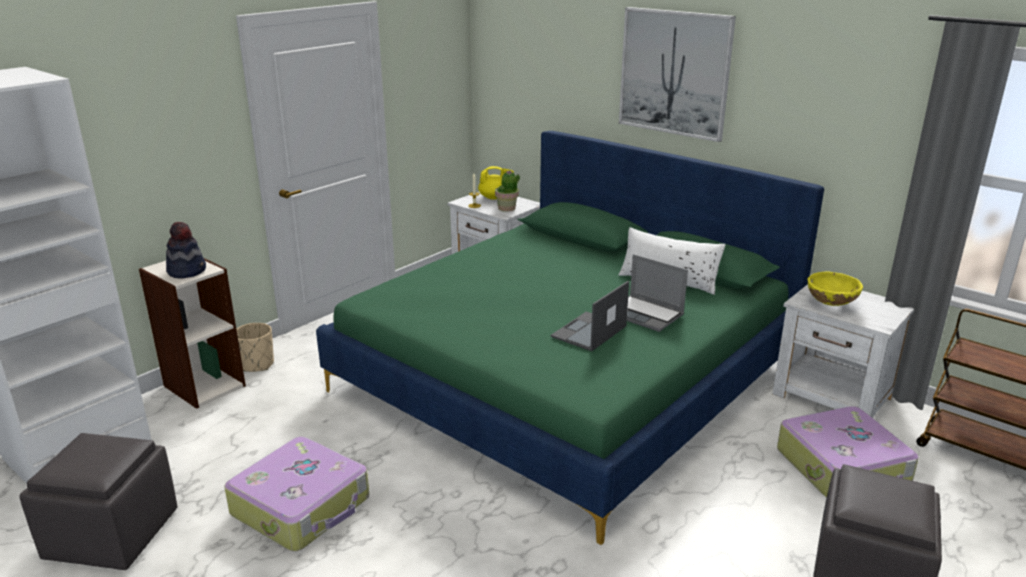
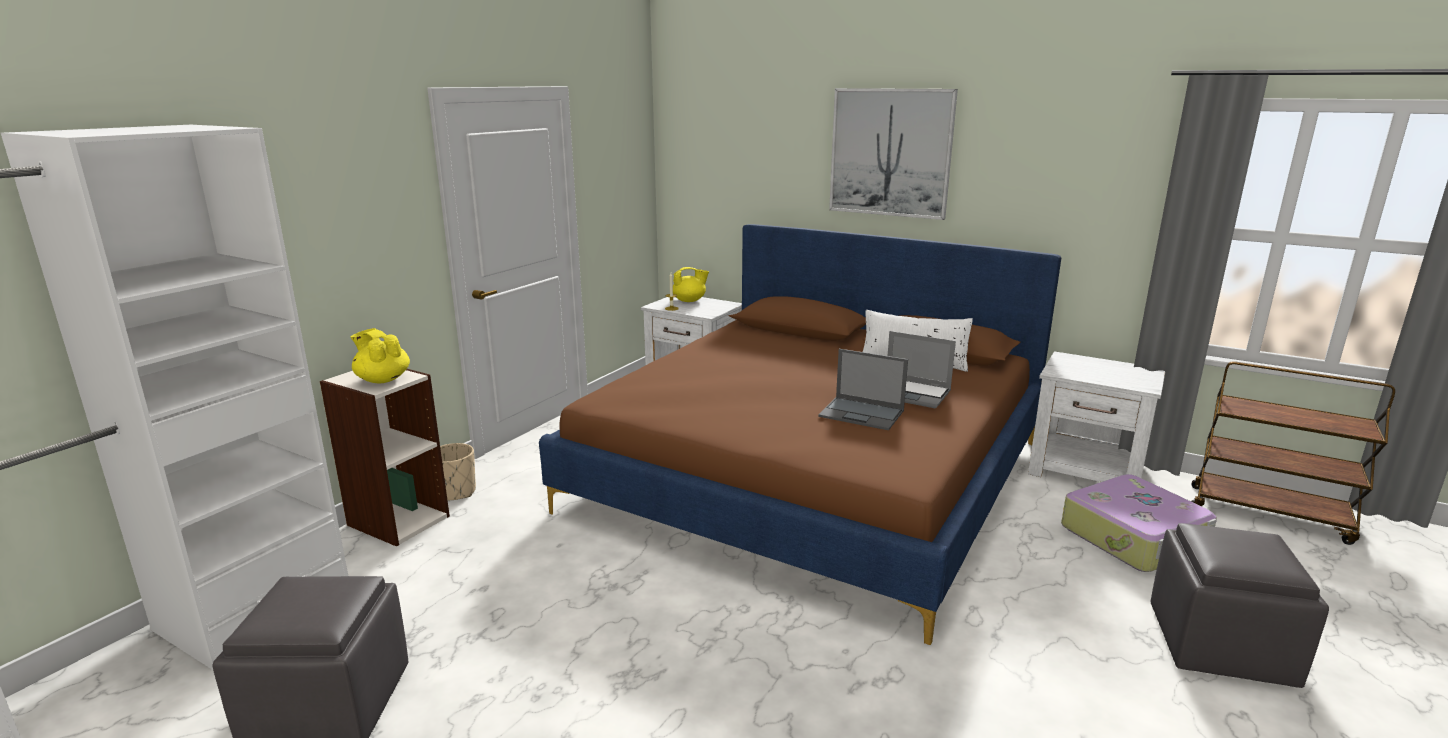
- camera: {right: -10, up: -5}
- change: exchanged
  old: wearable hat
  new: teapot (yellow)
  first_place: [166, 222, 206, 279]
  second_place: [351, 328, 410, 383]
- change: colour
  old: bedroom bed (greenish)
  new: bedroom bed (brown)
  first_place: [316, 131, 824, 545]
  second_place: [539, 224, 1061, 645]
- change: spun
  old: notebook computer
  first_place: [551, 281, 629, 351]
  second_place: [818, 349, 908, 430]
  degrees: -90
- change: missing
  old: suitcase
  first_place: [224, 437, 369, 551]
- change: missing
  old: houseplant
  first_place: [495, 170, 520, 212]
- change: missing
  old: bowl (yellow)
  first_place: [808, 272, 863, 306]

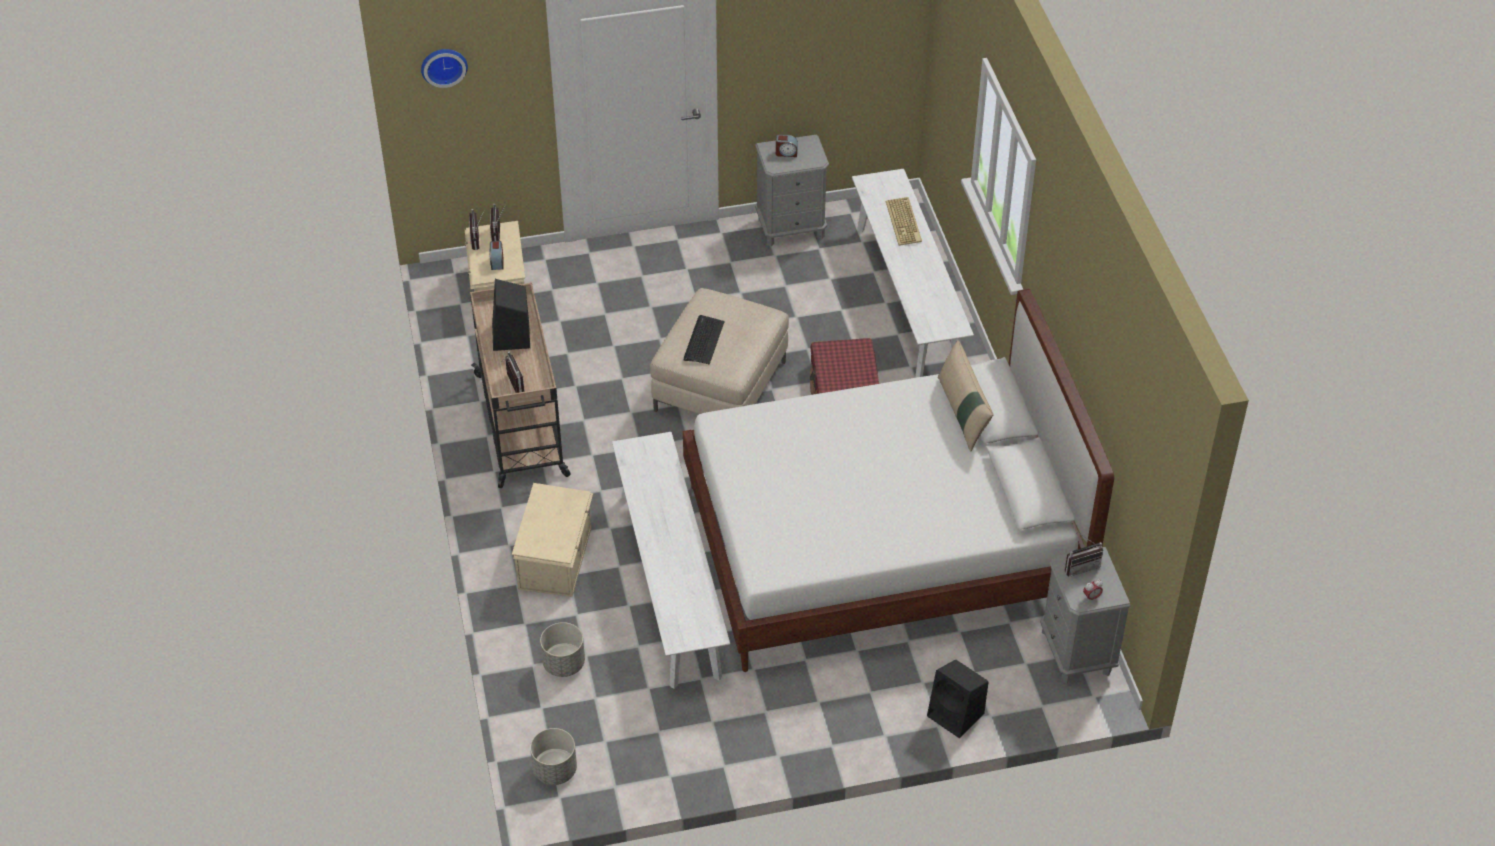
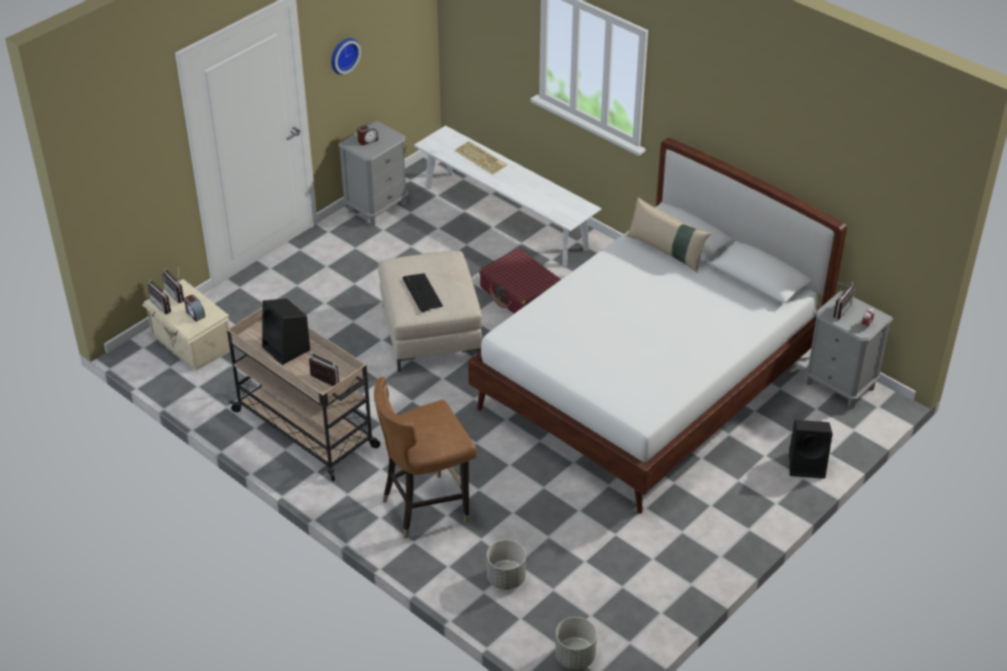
- camera: {right: -35, up: -5}
- change: relocated
  old: clock on the wall
  first_place: [421, 49, 468, 88]
  second_place: [331, 38, 361, 75]
- change: exchanged
  old: storage container (sand-coloured)
  new: plain chair (brown)
  first_place: [512, 483, 593, 597]
  second_place: [374, 377, 477, 539]
- change: missing
  old: bench (white)
  first_place: [612, 432, 730, 689]

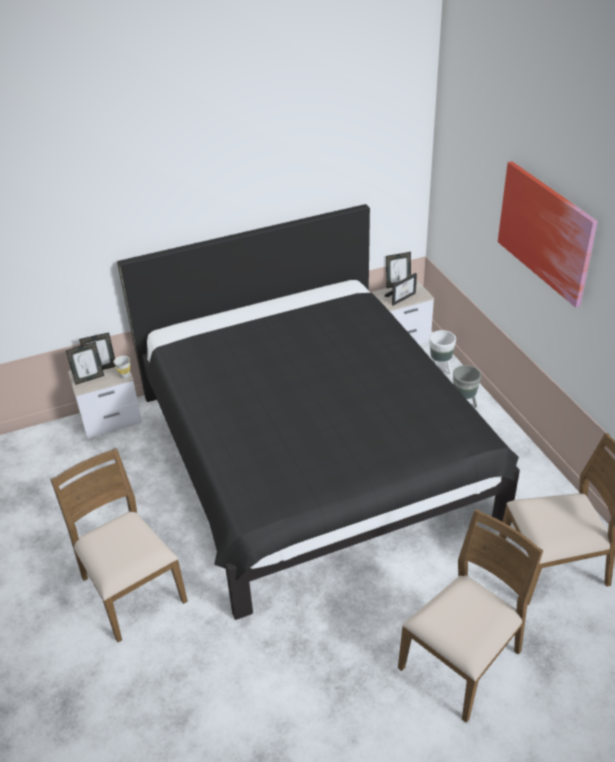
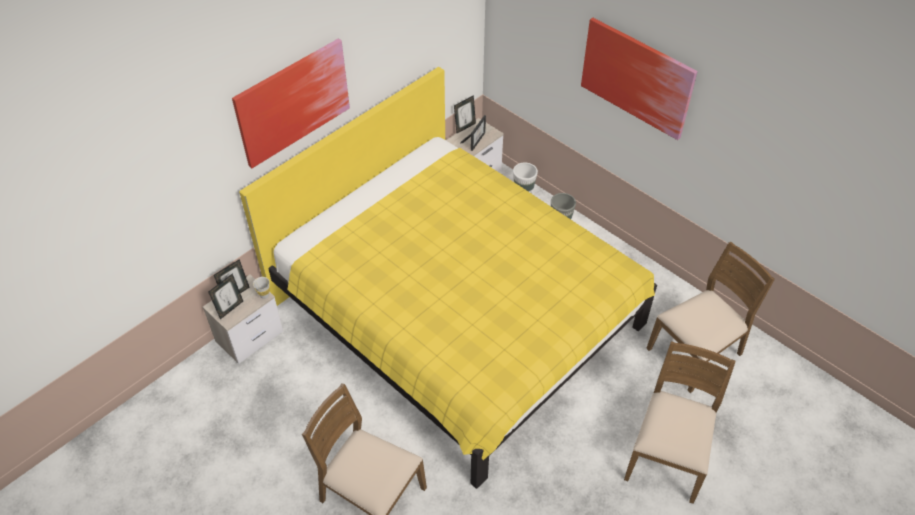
- camera: {right: -25, up: 10}
- change: appeared
  new: wall art
  second_place: [232, 39, 350, 168]
- change: colour
  old: bedroom bed (blackish)
  new: bedroom bed (yellow)
  first_place: [117, 204, 520, 620]
  second_place: [239, 67, 657, 489]

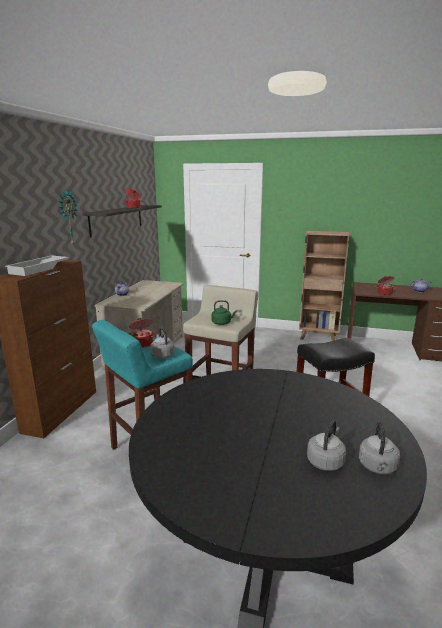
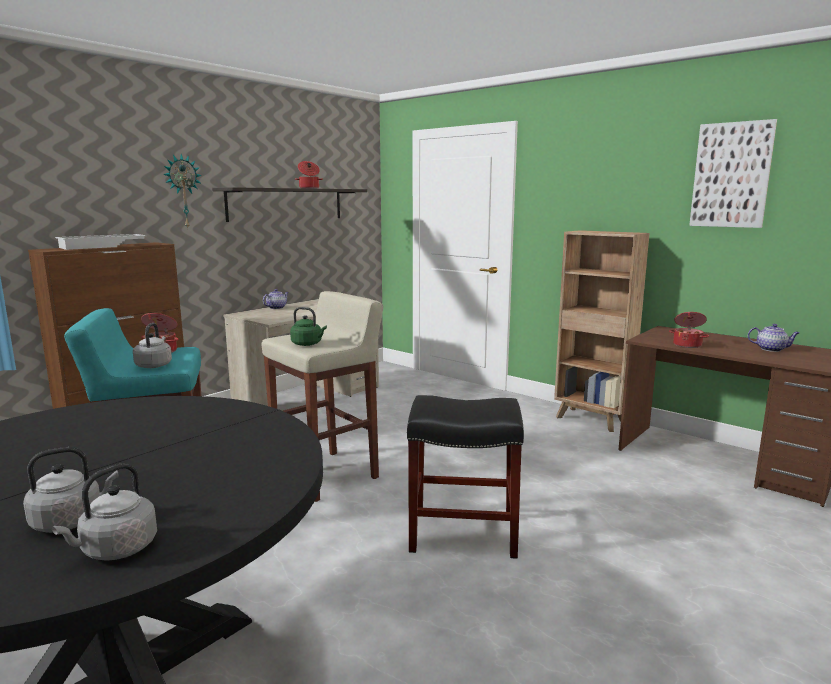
- camera: {right: 25, up: -5}
- change: appeared
  new: wall art
  second_place: [689, 119, 777, 228]

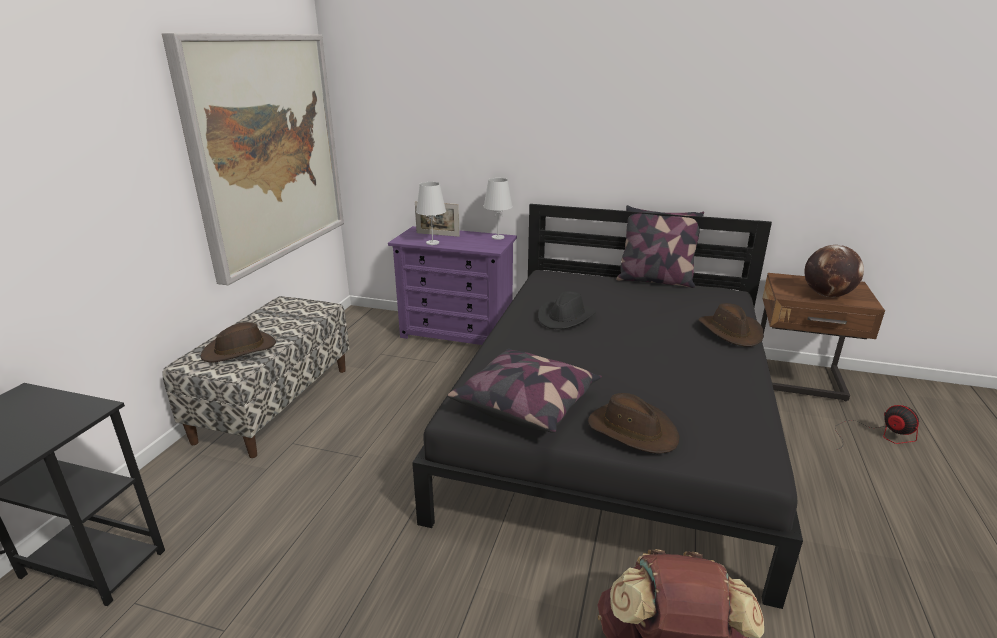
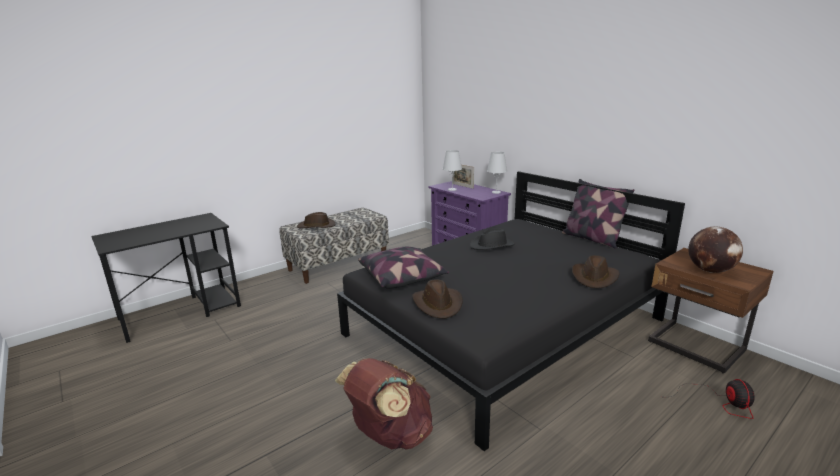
- camera: {right: 35, up: -5}
- change: missing
  old: wall art
  first_place: [162, 33, 344, 285]

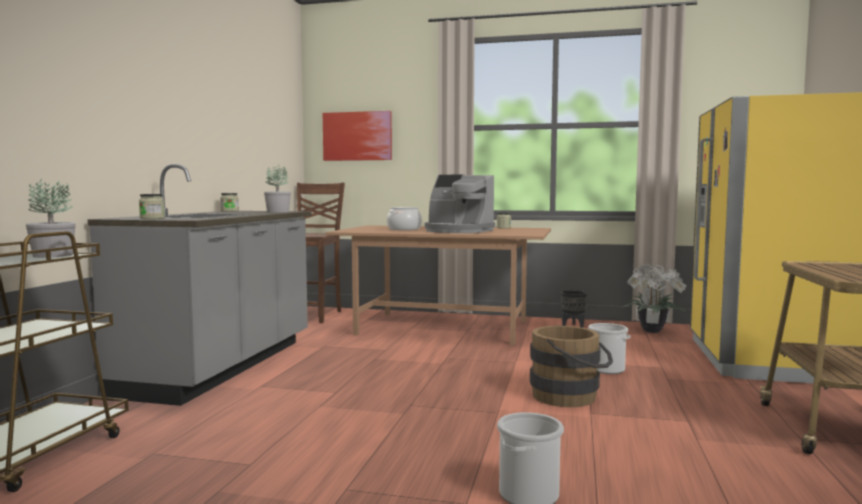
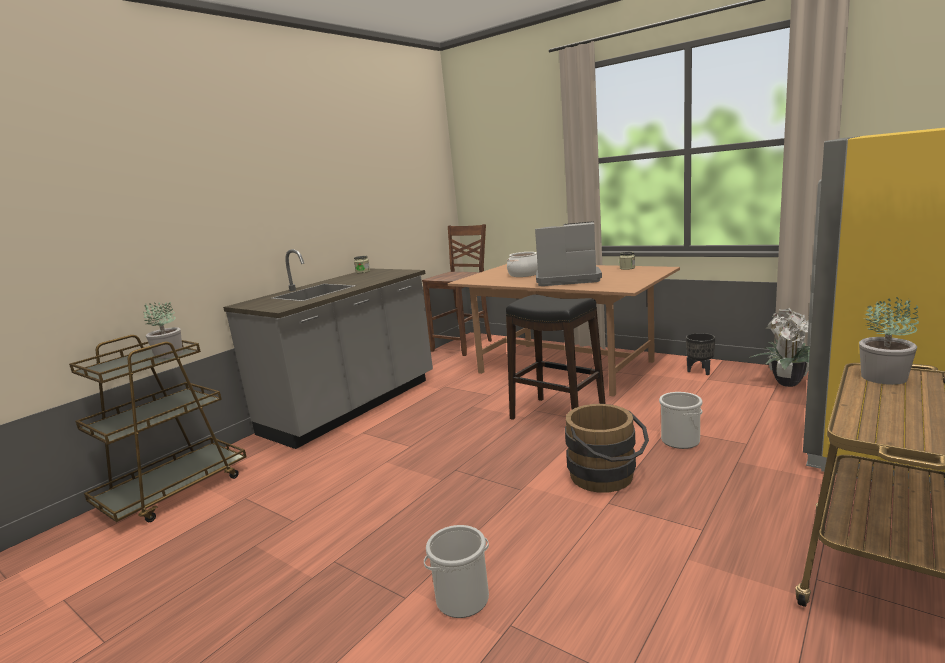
- camera: {right: 25, up: 10}
- change: appeared
  new: stool (blackish)
  second_place: [506, 294, 606, 420]
- change: spun
  old: coffee machine
  first_place: [425, 174, 495, 233]
  second_place: [535, 221, 602, 286]
  degrees: 135
- change: relocated
  old: houseplant
  first_place: [264, 164, 291, 212]
  second_place: [859, 297, 919, 385]
- change: missing
  old: storage jar
  first_place: [139, 194, 165, 219]
- change: missing
  old: wall art
  first_place: [323, 111, 392, 161]

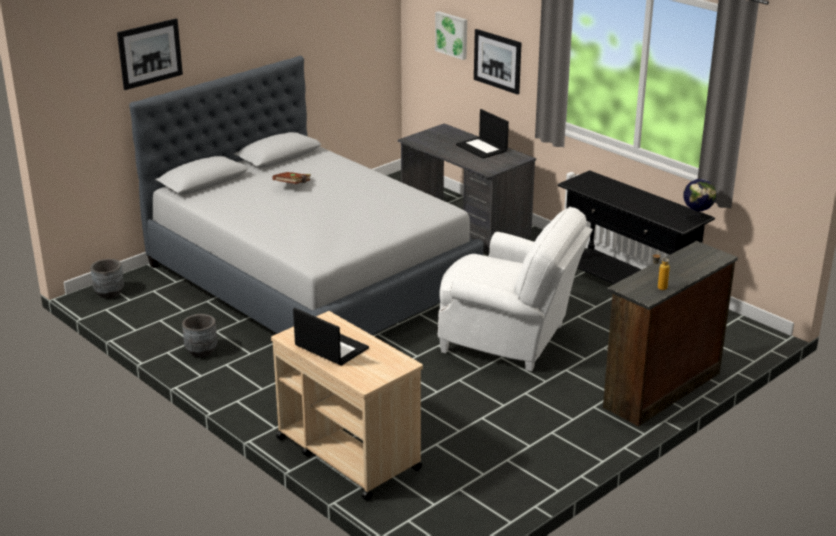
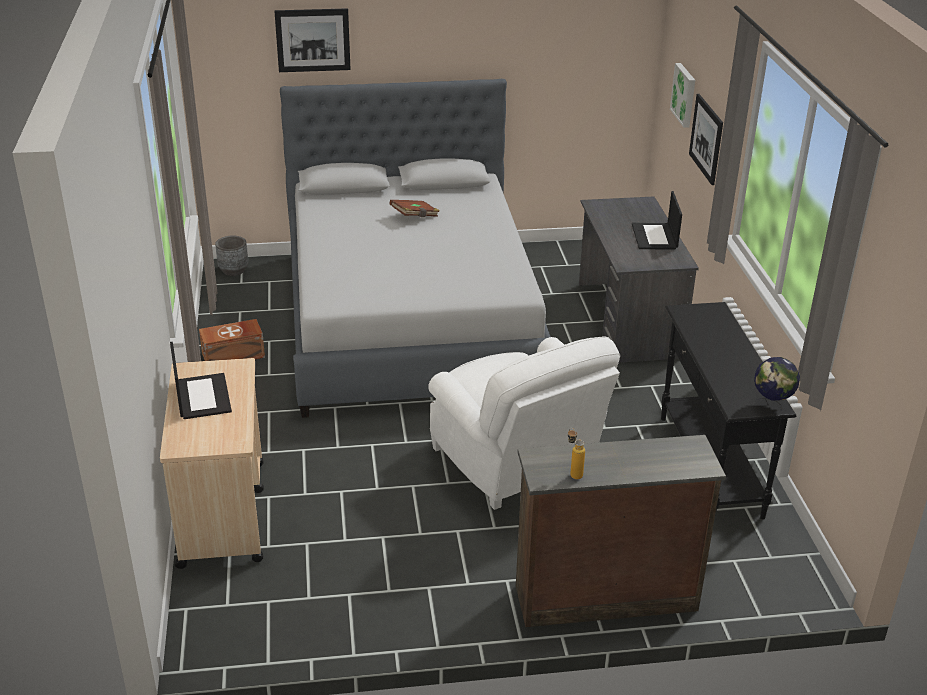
- camera: {right: 35, up: 5}
- change: exchanged
  old: plant pot (grey)
  new: storage container (brown)
  first_place: [182, 314, 217, 357]
  second_place: [199, 319, 265, 361]

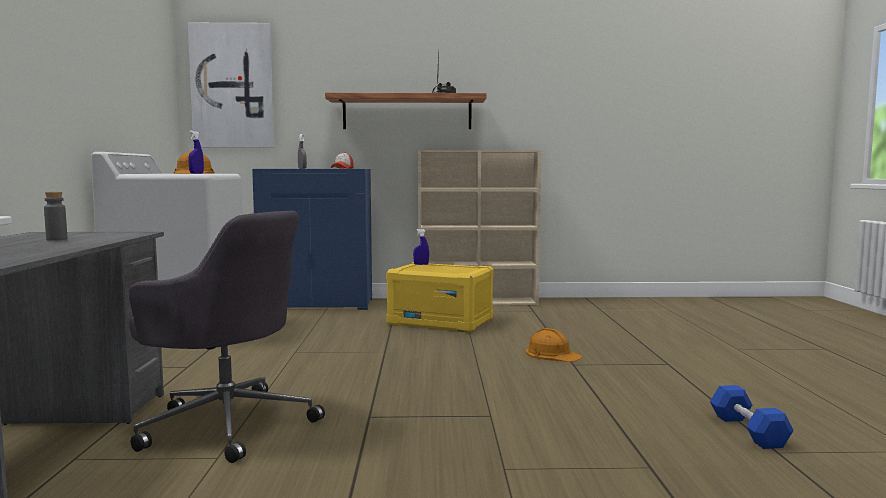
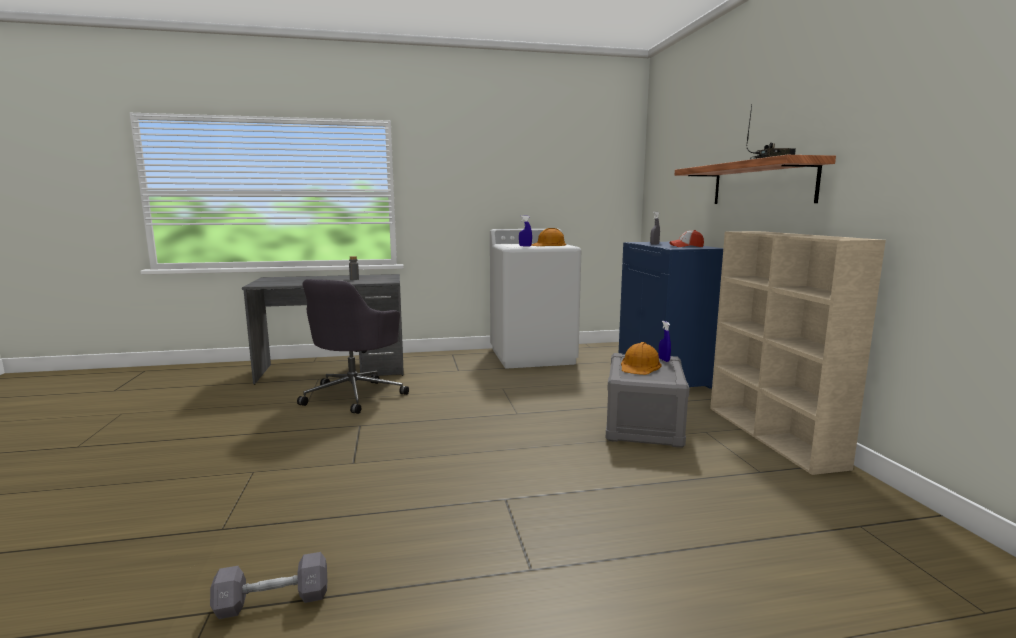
- camera: {right: 80, up: 5}
- change: colour
  old: hand weight (blue)
  new: hand weight (grey)
  first_place: [710, 385, 794, 449]
  second_place: [210, 552, 327, 619]
- change: colour
  old: storage container (yellow)
  new: storage container (grey)
  first_place: [386, 262, 494, 333]
  second_place: [606, 353, 690, 448]
- change: relocated
  old: work helmet (orange)
  first_place: [526, 328, 583, 362]
  second_place: [621, 342, 662, 375]
- change: missing
  old: wall art
  first_place: [188, 23, 274, 148]

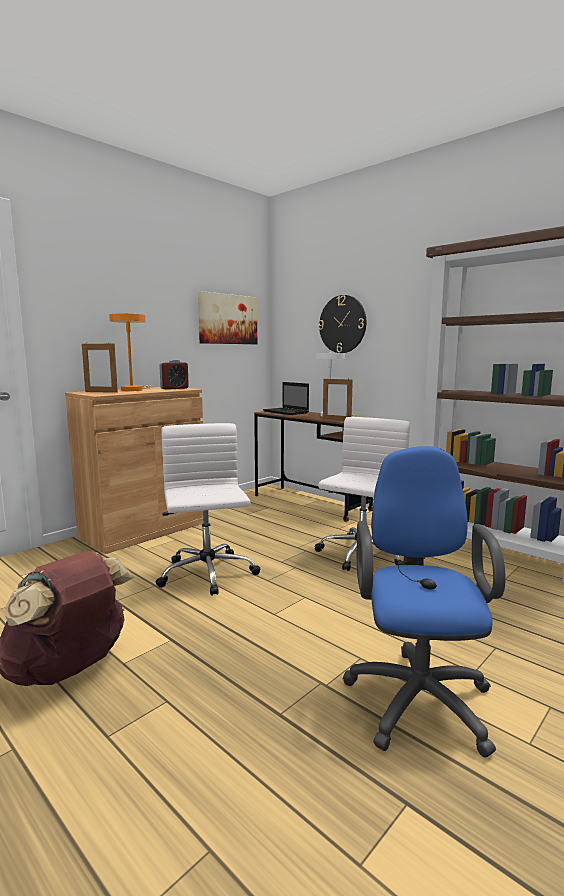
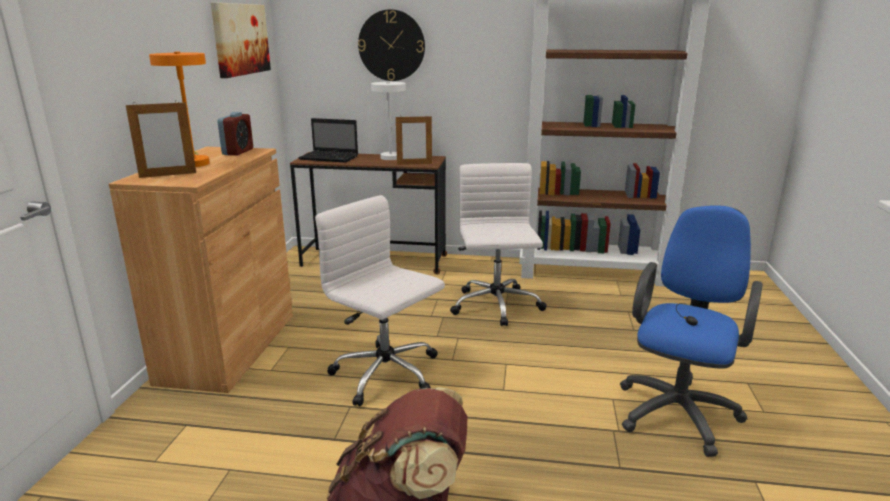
- camera: {right: -35, up: 10}
- change: spun
  old: computer chair (blue)
  first_place: [343, 446, 506, 757]
  second_place: [620, 205, 763, 457]
  degrees: 60

